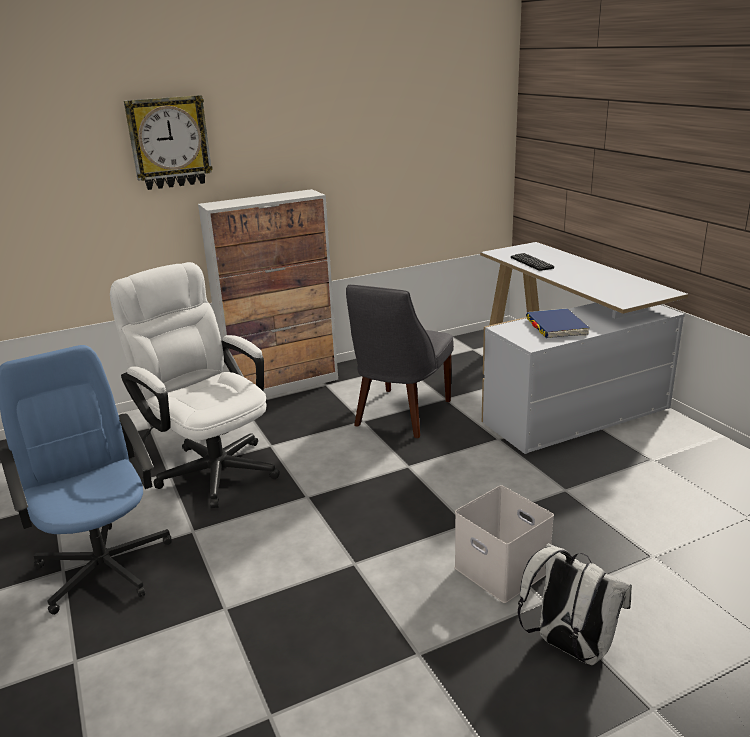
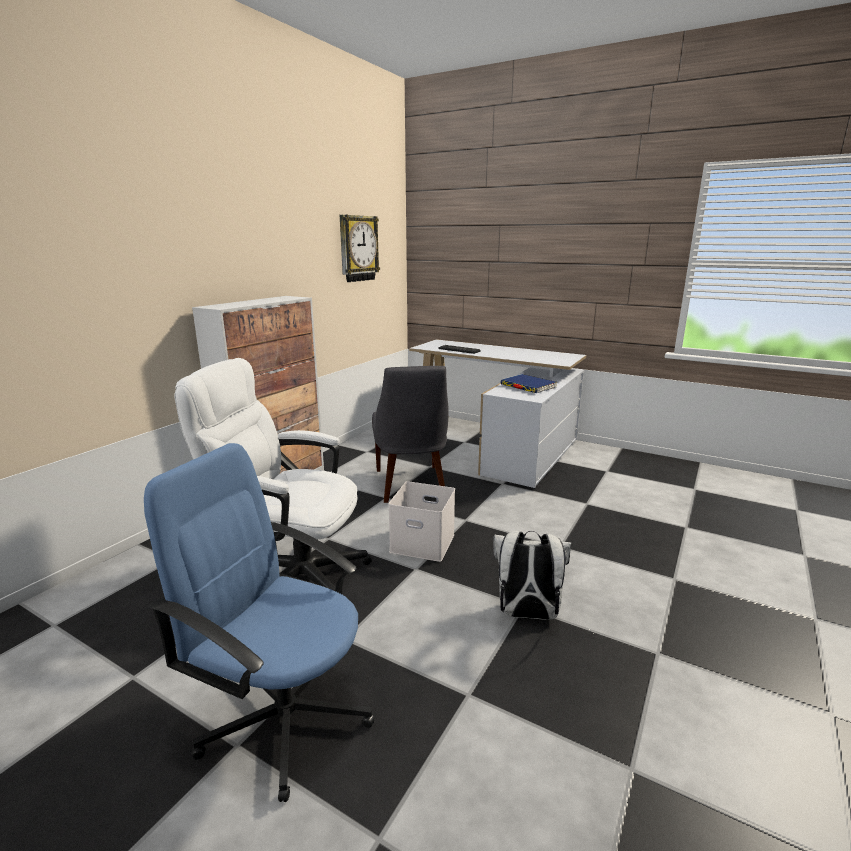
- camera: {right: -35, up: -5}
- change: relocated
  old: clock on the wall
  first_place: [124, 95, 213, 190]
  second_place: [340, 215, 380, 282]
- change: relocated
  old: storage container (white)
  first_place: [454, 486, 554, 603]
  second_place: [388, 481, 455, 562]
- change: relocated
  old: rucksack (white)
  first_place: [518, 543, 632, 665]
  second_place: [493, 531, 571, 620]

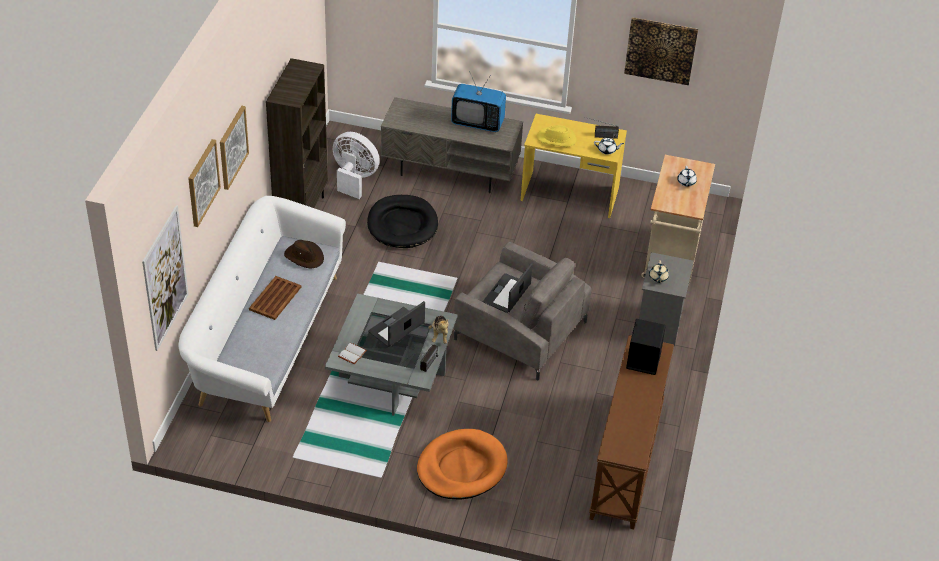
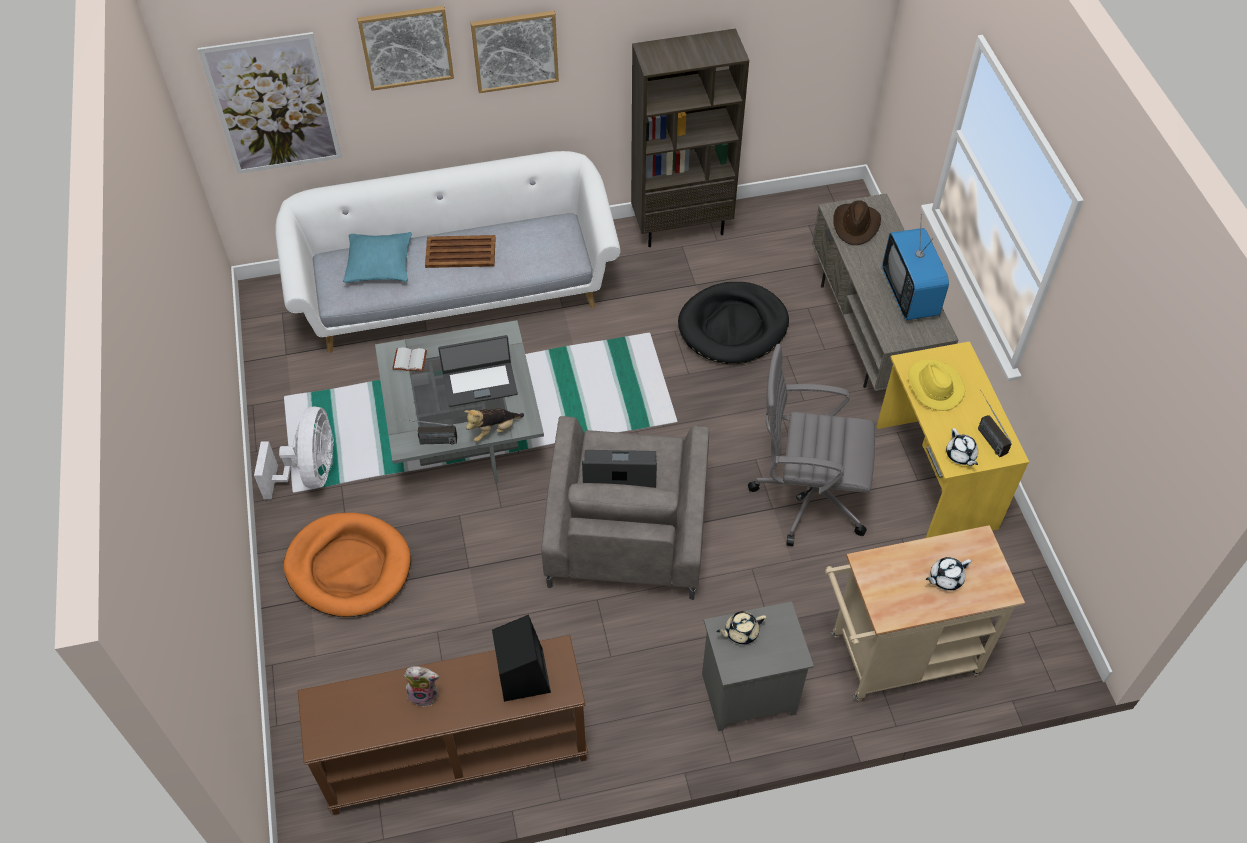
- camera: {right: 65, up: 10}
- change: relocated
  old: fan (white)
  first_place: [333, 132, 380, 199]
  second_place: [254, 406, 334, 499]
- change: appeared
  new: throw pillow (turquoise)
  second_place: [343, 232, 412, 283]
- change: appeared
  new: plush toy
  second_place: [404, 666, 439, 707]
- change: spun
  old: notebook computer
  first_place: [368, 301, 425, 347]
  second_place: [438, 335, 518, 407]
  degrees: 150
- change: appeared
  new: computer chair (grey)
  second_place: [748, 344, 875, 546]
- change: relocated
  old: wearable hat (brown)
  first_place: [284, 240, 324, 268]
  second_place: [833, 200, 881, 245]
- change: missing
  old: wall art
  first_place: [624, 17, 698, 85]

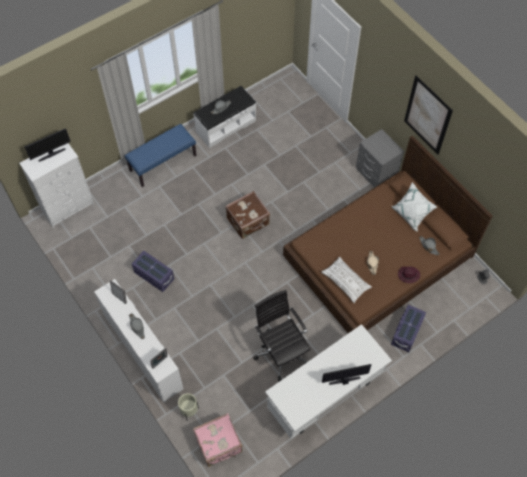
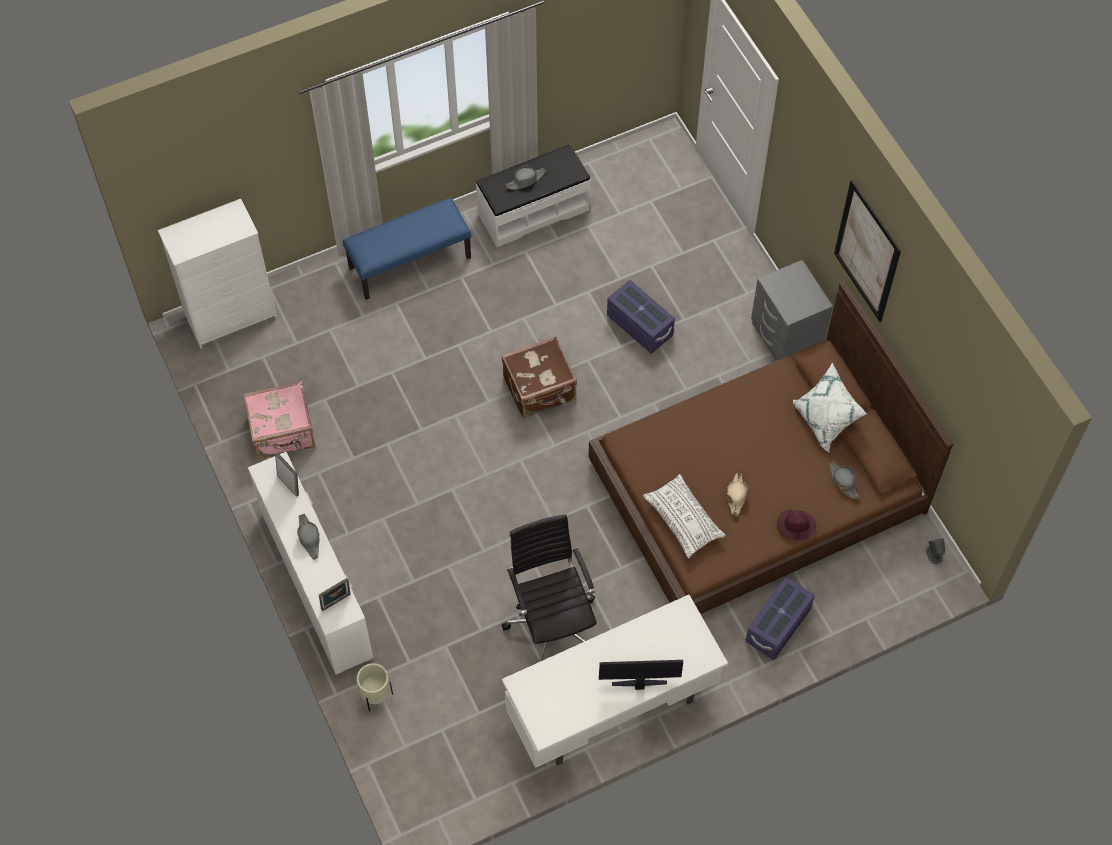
- camera: {right: 10, up: 0}
- change: relocated
  old: suitcase (pinkish)
  first_place: [193, 413, 242, 467]
  second_place: [243, 381, 316, 459]
- change: relocated
  old: storage container (purple)
  first_place: [132, 251, 175, 292]
  second_place: [607, 280, 675, 354]
- change: missing
  old: computer display
  first_place: [25, 128, 71, 162]

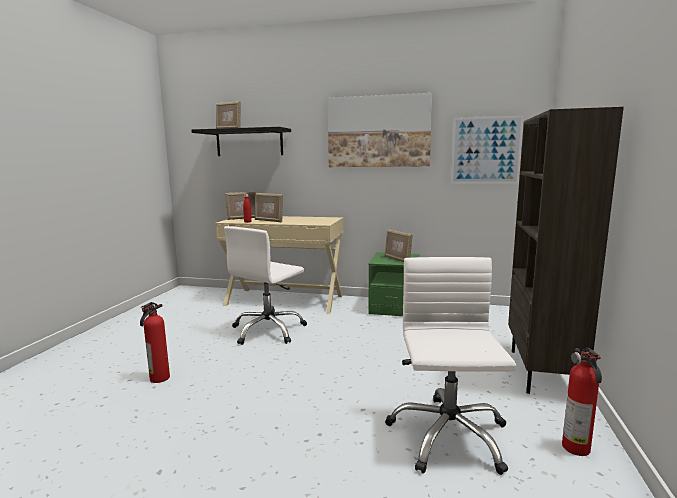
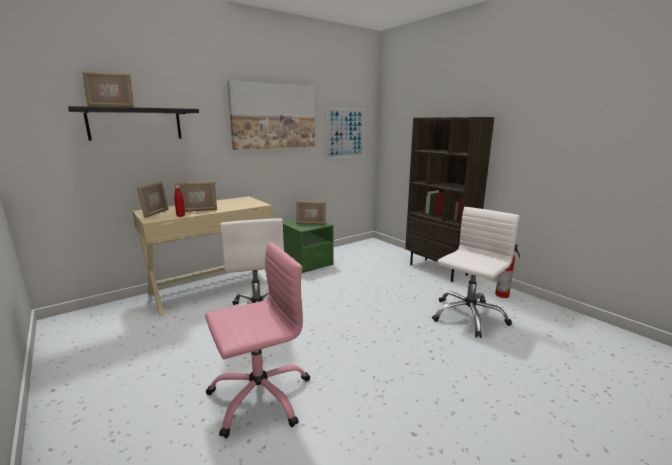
- camera: {right: -50, up: 5}
- change: exchanged
  old: fire-fighting cylinder
  new: computer chair (pinkish)
  first_place: [140, 302, 170, 383]
  second_place: [205, 242, 310, 438]
- change: spun
  old: computer chair (white)
  first_place: [385, 257, 516, 475]
  second_place: [432, 207, 520, 338]
  degrees: 90

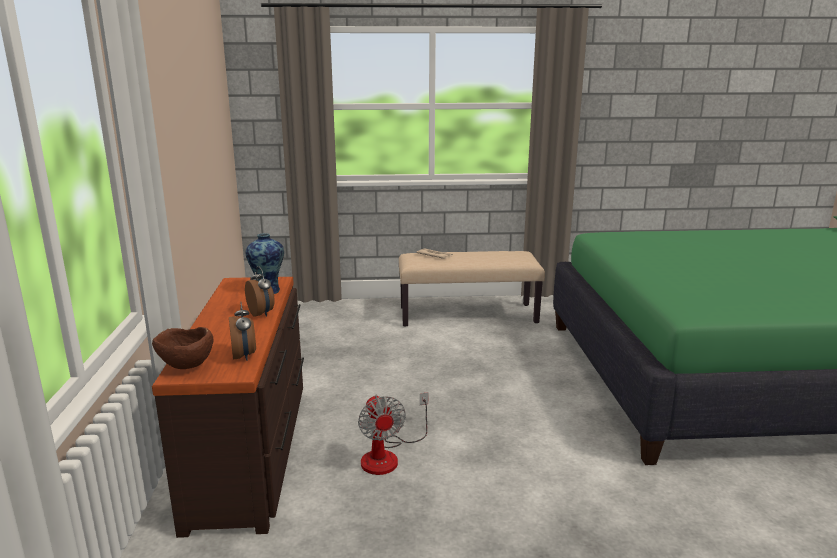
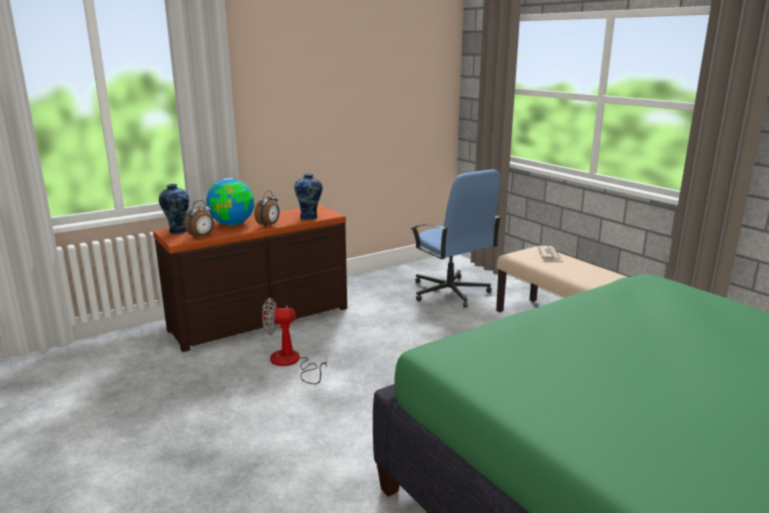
- camera: {right: 60, up: 0}
- change: exchanged
  old: bowl (brown)
  new: vase
  first_place: [152, 327, 214, 369]
  second_place: [159, 184, 189, 234]
- change: appeared
  new: world globe
  second_place: [206, 178, 254, 226]
- change: spun
  old: fan
  first_place: [358, 392, 428, 475]
  second_place: [263, 298, 327, 384]
  degrees: 45
- change: appeared
  new: computer chair (blue)
  second_place: [411, 169, 502, 308]

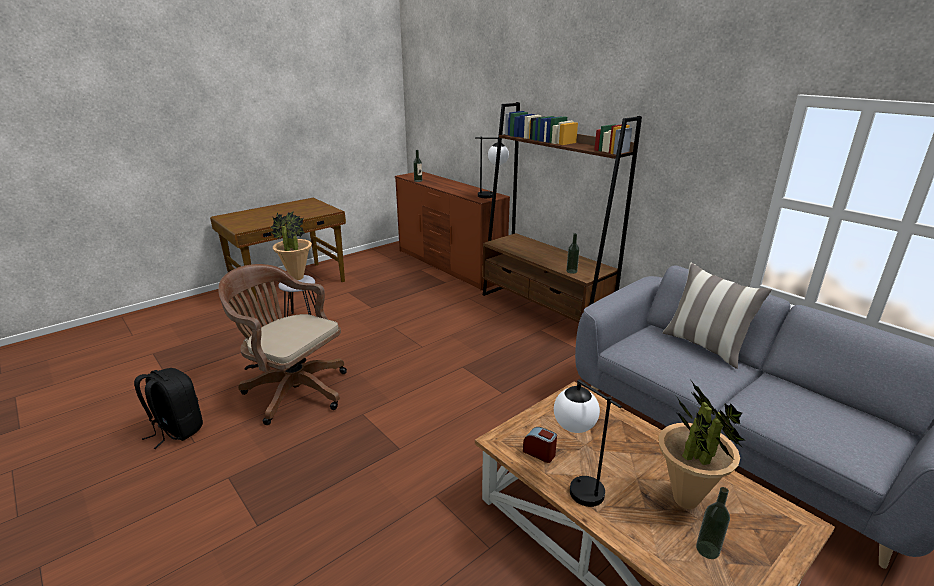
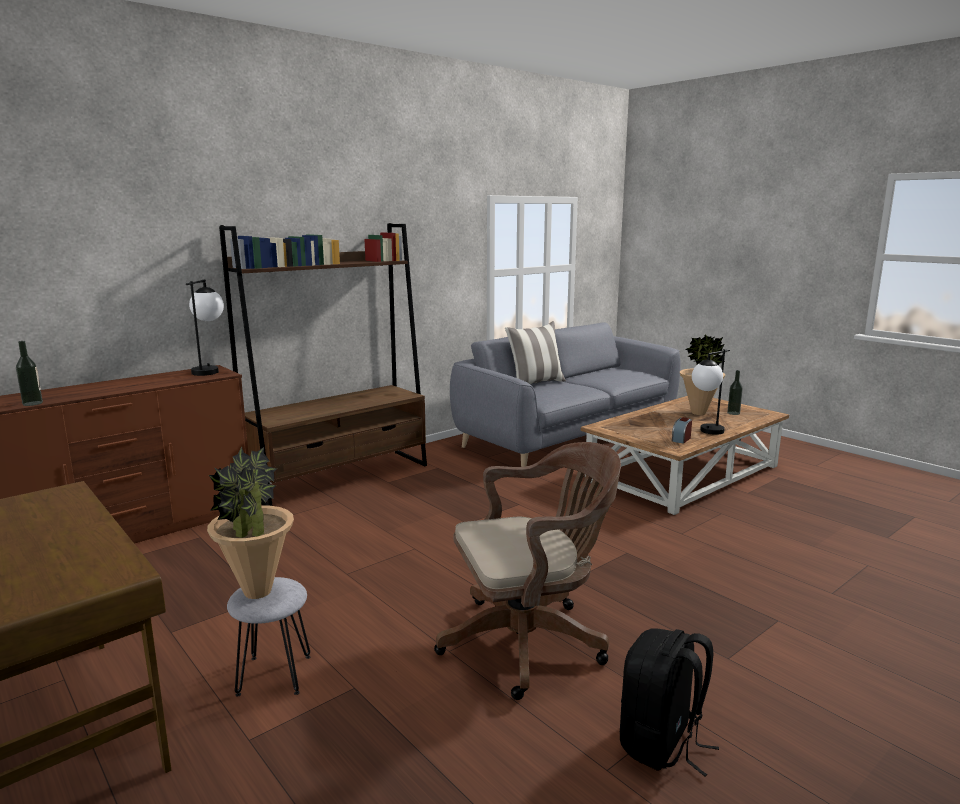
- camera: {right: -90, up: -10}
- change: spun
  old: computer chair (brown)
  first_place: [218, 264, 347, 425]
  second_place: [434, 442, 621, 700]
  degrees: -135
- change: missing
  old: beverage bottle
  first_place: [566, 233, 579, 274]

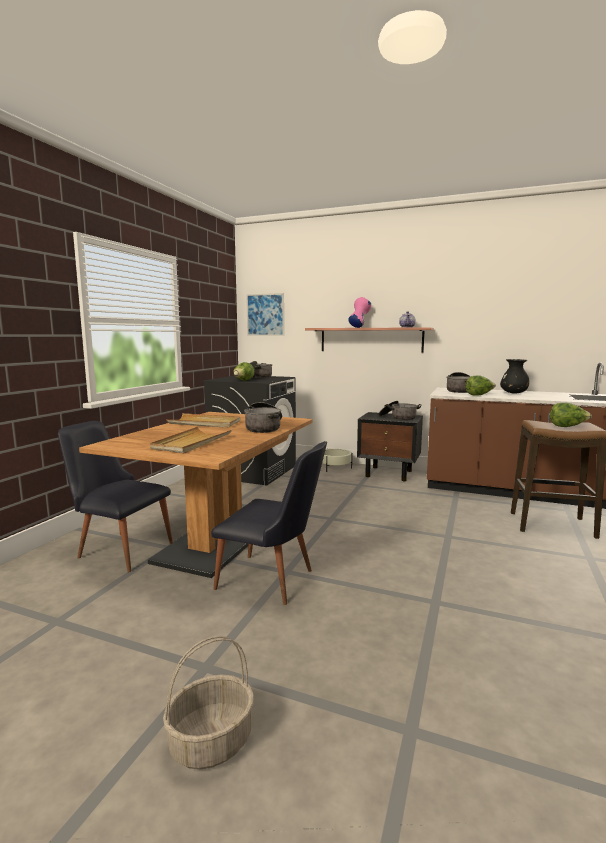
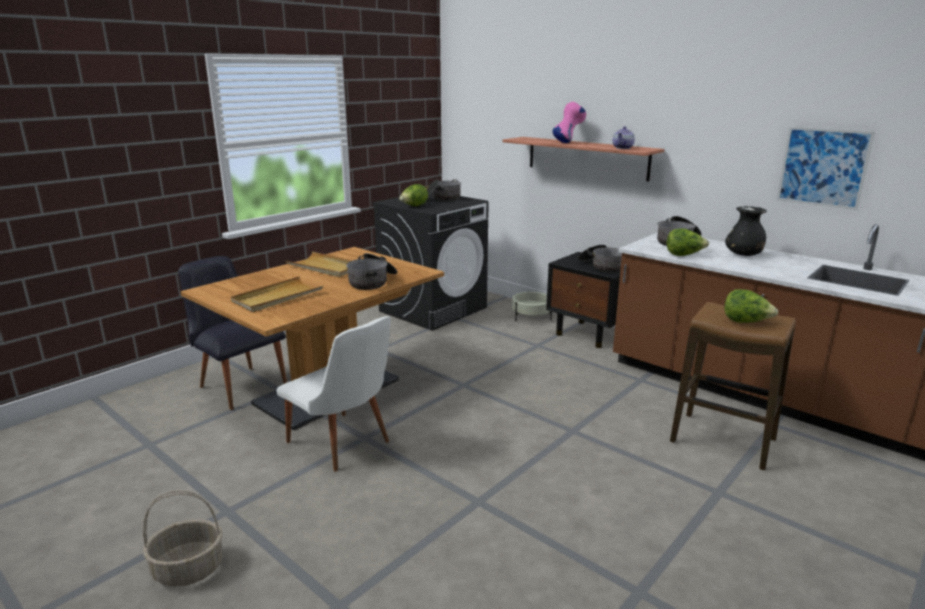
- camera: {right: 20, up: 10}
- change: colour
  old: plain chair (blackish)
  new: plain chair (white)
  first_place: [211, 441, 327, 605]
  second_place: [276, 316, 391, 472]
- change: relocated
  old: wall art
  first_place: [246, 293, 284, 336]
  second_place: [777, 127, 875, 210]

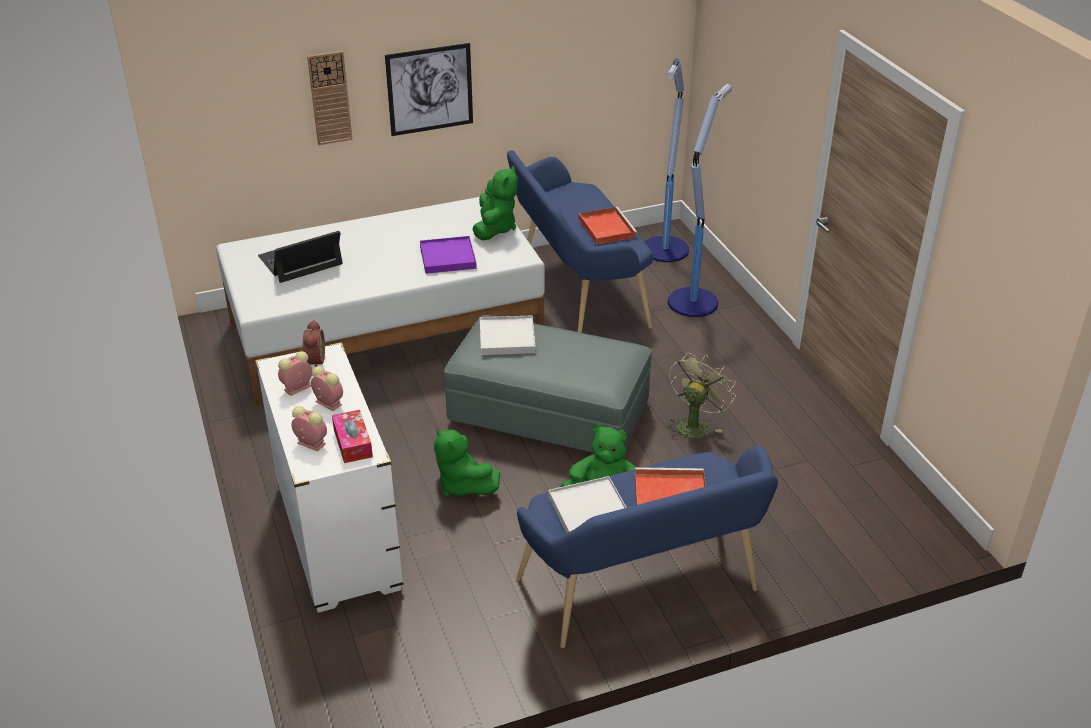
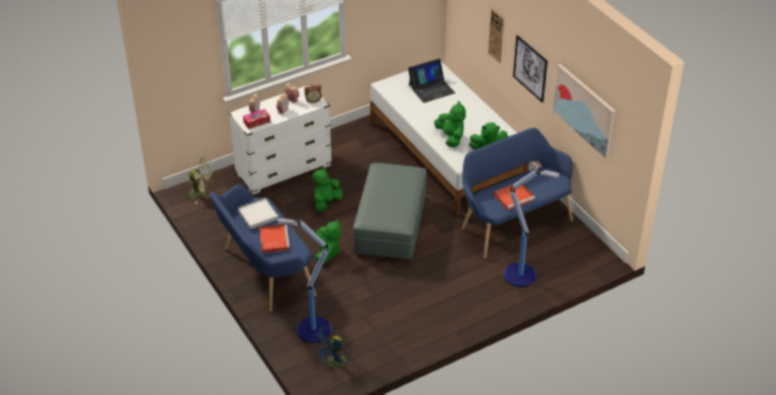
- camera: {right: 80, up: 5}
- change: relocated
  old: fan (greenish)
  first_place: [666, 353, 736, 440]
  second_place: [189, 157, 214, 204]
- change: relocated
  old: standing lamp
  first_place: [645, 58, 689, 262]
  second_place: [278, 218, 331, 343]
- change: appeared
  new: fan (blue)
  second_place: [313, 327, 353, 369]
- change: spun
  old: notebook computer
  first_place: [258, 231, 343, 283]
  second_place: [408, 59, 455, 103]
  degrees: 105
- change: exchanged
  old: serving tray (purple)
  new: plush toy (greenish)
  first_place: [420, 236, 477, 274]
  second_place: [434, 101, 466, 148]
- change: appeared
  new: wall art
  second_place: [553, 64, 616, 158]
- change: missing
  old: serving tray (white)
  first_place: [480, 315, 535, 355]

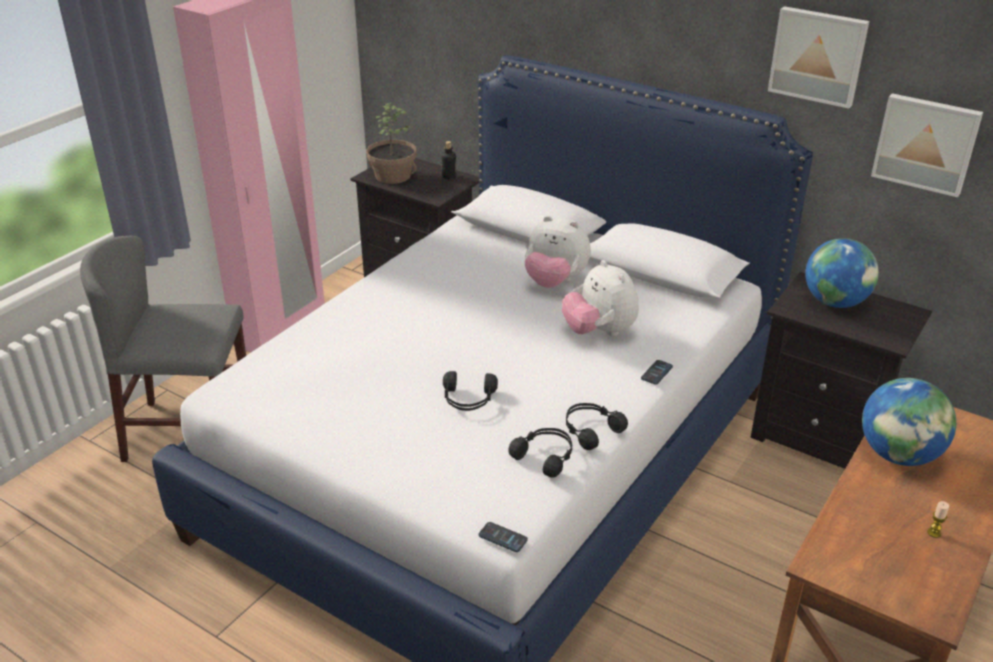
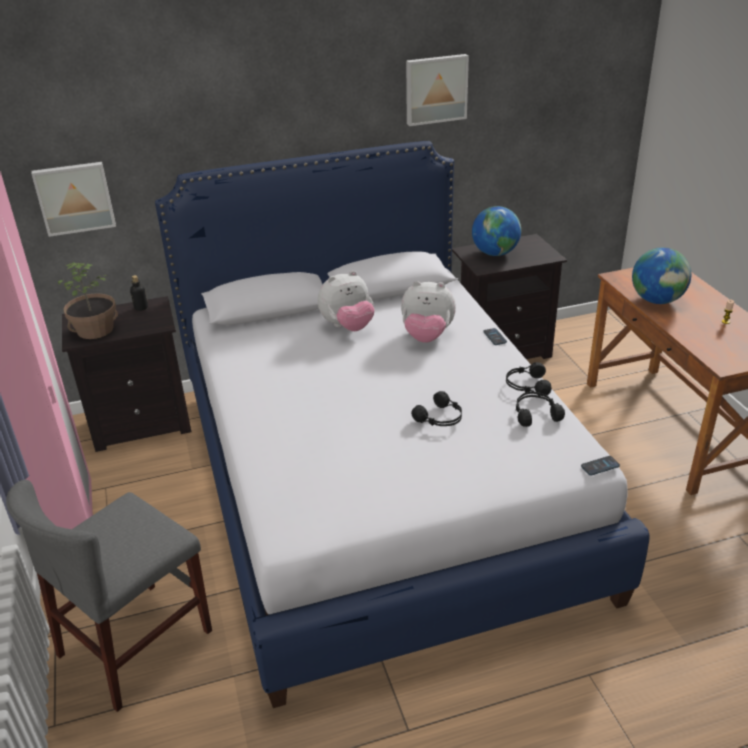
- camera: {right: -50, up: 0}
- change: relocated
  old: wall art
  first_place: [871, 93, 983, 197]
  second_place: [31, 162, 116, 237]

